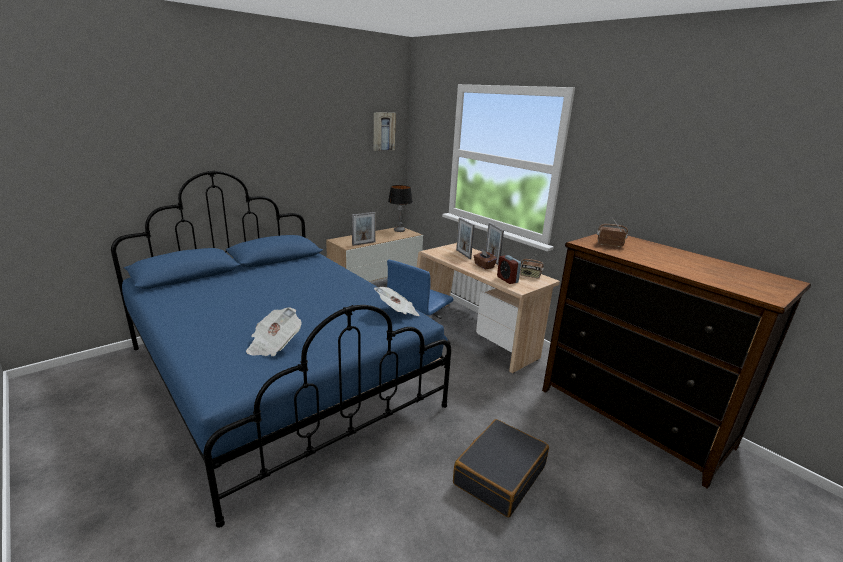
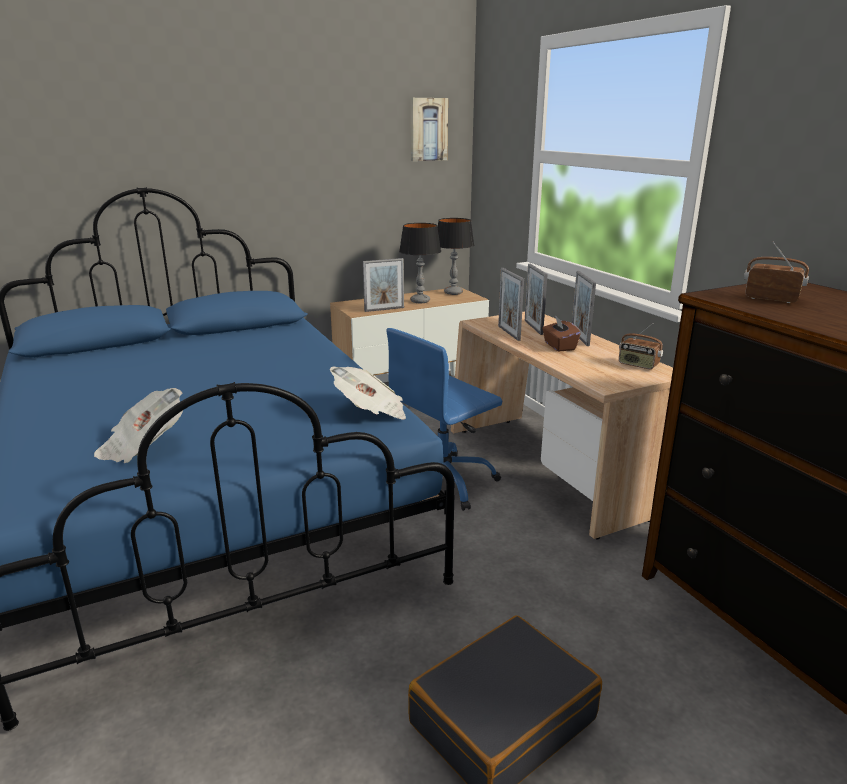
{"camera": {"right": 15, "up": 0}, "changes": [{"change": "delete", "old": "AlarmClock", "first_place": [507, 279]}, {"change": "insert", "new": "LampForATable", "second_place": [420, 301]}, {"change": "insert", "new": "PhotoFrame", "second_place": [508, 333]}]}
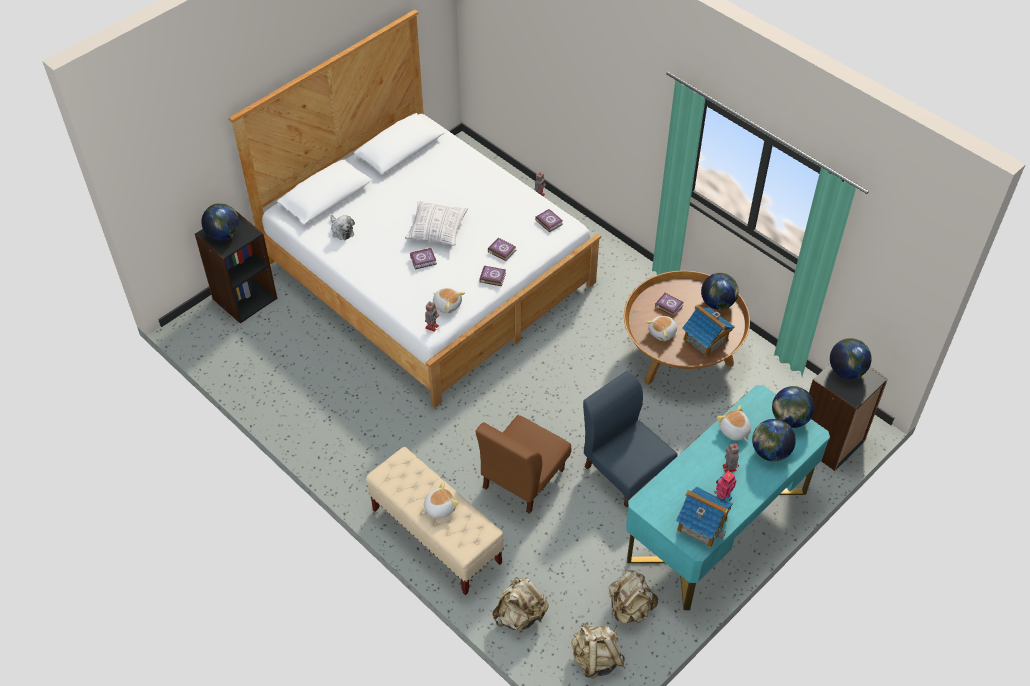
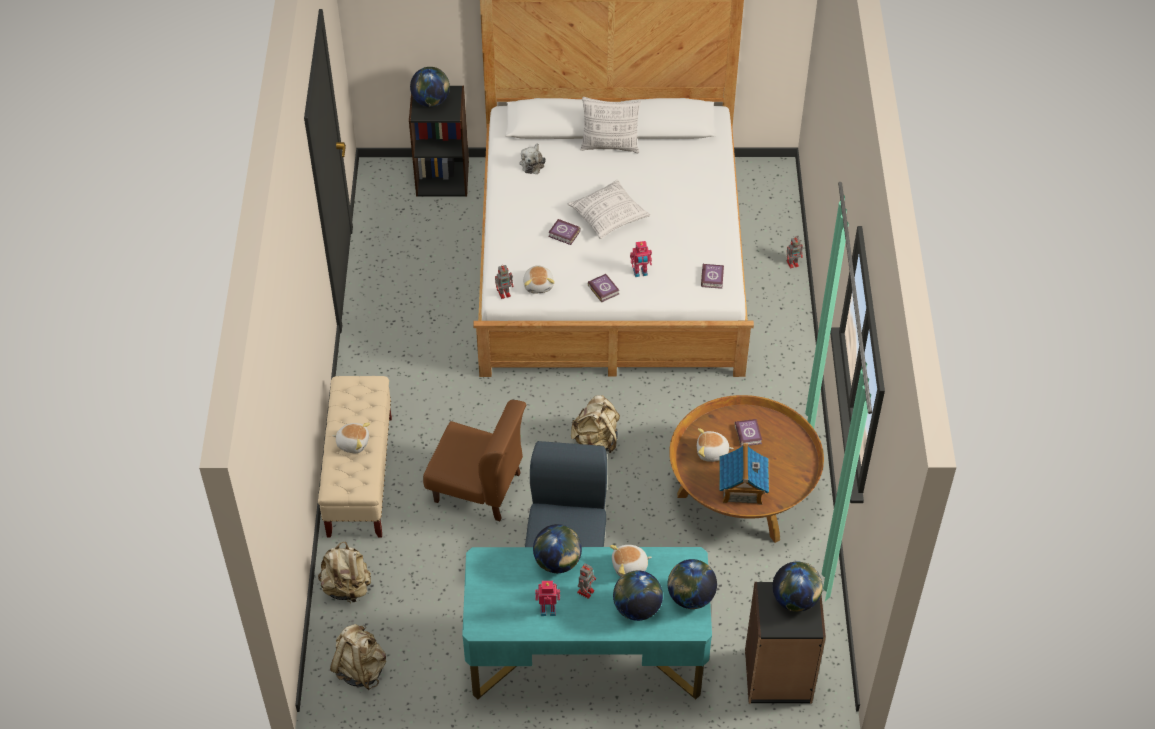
{"camera": {"right": 45, "up": 0}, "changes": [{"change": "replace", "old": "Volume", "new": "ToyRobot", "first_place": [501, 250], "second_place": [640, 273]}, {"change": "move", "old": "WorldGlobe", "first_place": [717, 303], "second_place": [557, 562]}, {"change": "rotate", "old": "CuddlyToy", "first_place": [734, 431], "second_place": [630, 567], "degrees": -120}, {"change": "rotate", "old": "BrownChair", "first_place": [522, 478], "second_place": [478, 488], "degrees": -150}, {"change": "delete", "old": "ModelHouse", "first_place": [701, 524]}, {"change": "move", "old": "SandColouredKnapsack", "first_place": [629, 608], "second_place": [596, 440]}, {"change": "insert", "new": "Cushion", "second_place": [610, 146]}]}
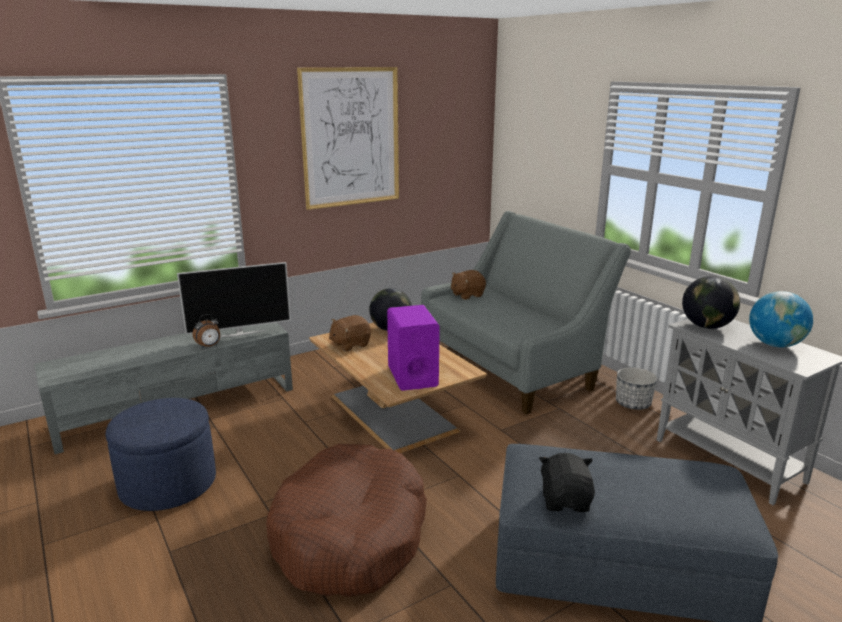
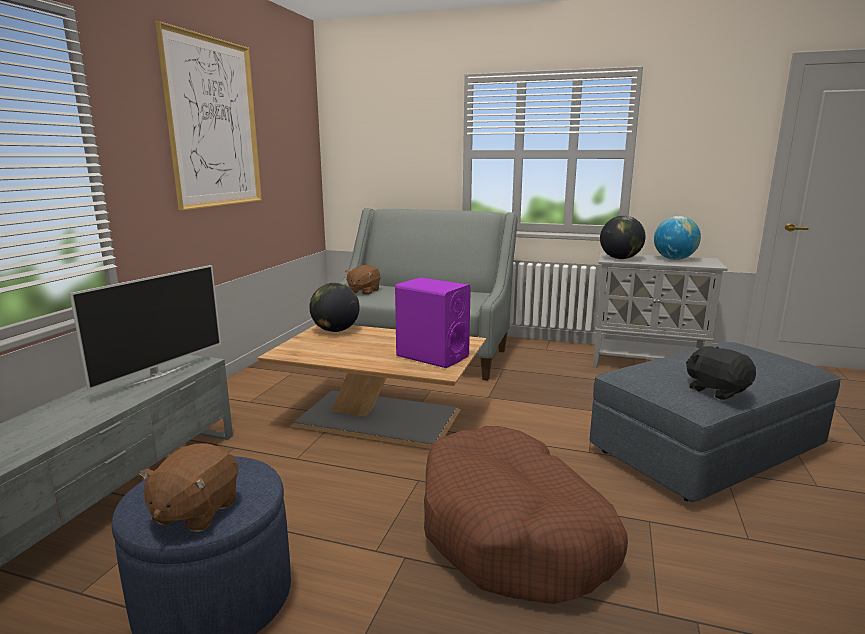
{"camera": {"right": -40, "up": -5}, "changes": [{"change": "delete", "old": "AlarmClock", "first_place": [209, 346]}, {"change": "move", "old": "BrownCuddlyToy", "first_place": [350, 345], "second_place": [195, 511]}, {"change": "delete", "old": "Planter", "first_place": [633, 404]}]}
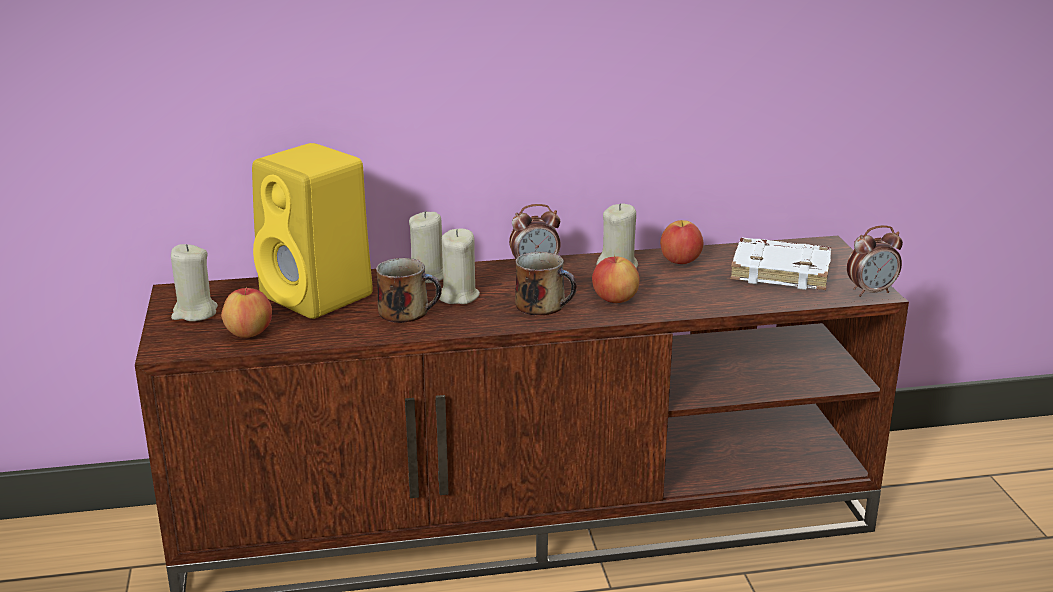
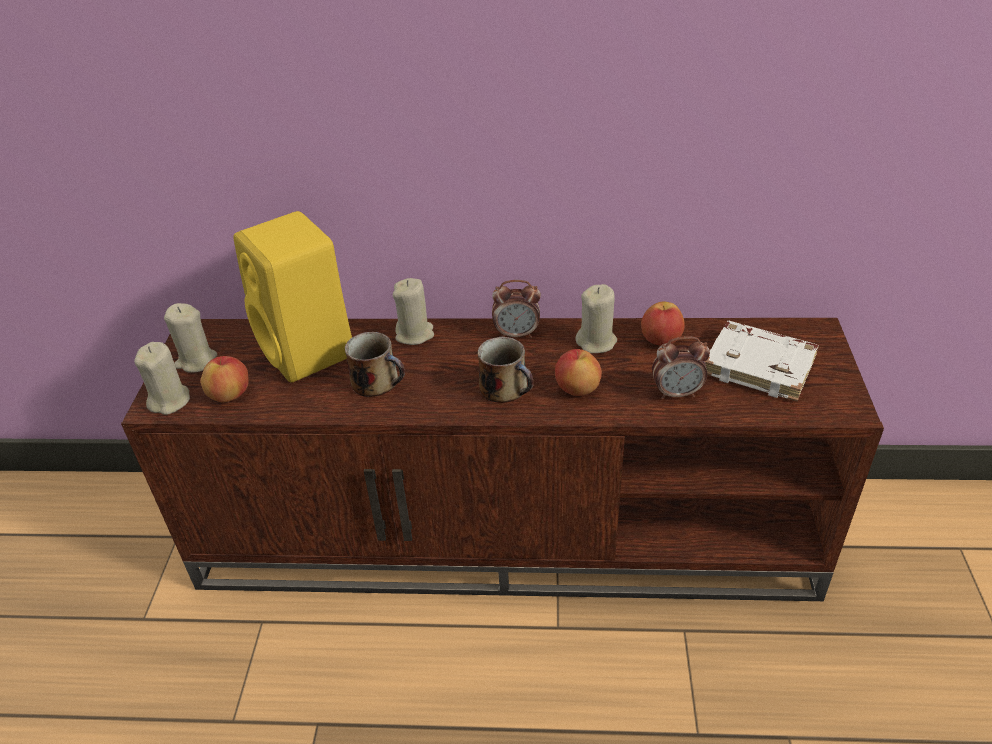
{"camera": {"right": 15, "up": 15}, "changes": [{"change": "move", "old": "AlarmClock", "first_place": [871, 292], "second_place": [677, 393]}, {"change": "move", "old": "SandColouredWaxCandle", "first_place": [458, 296], "second_place": [170, 401]}]}
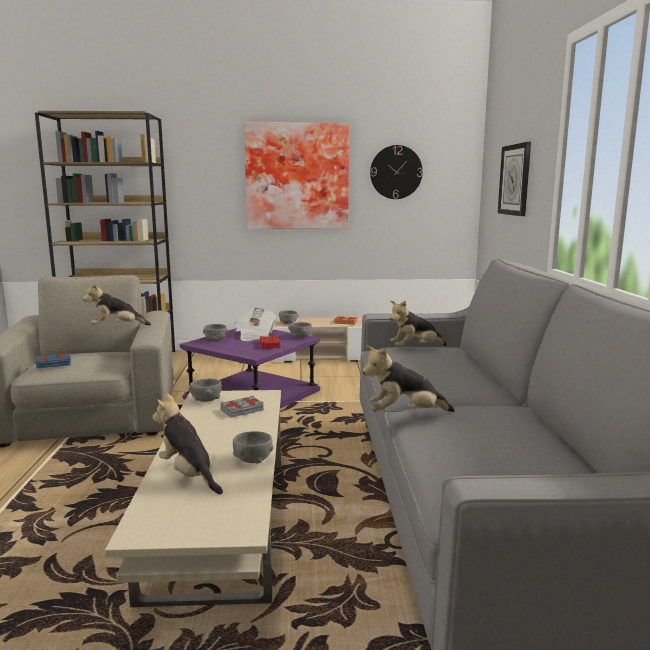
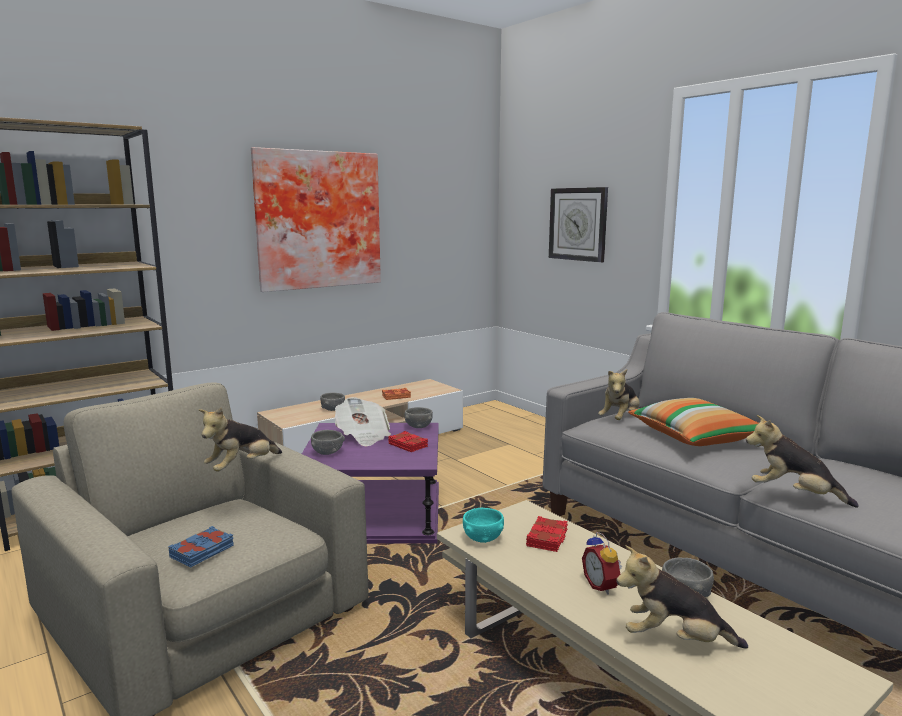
{"camera": {"right": -35, "up": 0}, "changes": [{"change": "delete", "old": "HangingClock", "first_place": [396, 172]}, {"change": "rotate", "old": "CuddlyToy", "first_place": [405, 415], "second_place": [794, 495], "degrees": 75}, {"change": "recolor", "old": "GreyServingBowl", "new": "BlueGreenServingBowl", "first_place": [206, 400], "second_place": [483, 538]}, {"change": "recolor", "old": "GreyVolume", "new": "RedColouredVolume", "first_place": [242, 410], "second_place": [547, 538]}, {"change": "insert", "new": "Cushion", "second_place": [695, 437]}, {"change": "insert", "new": "AlarmClock", "second_place": [602, 586]}]}
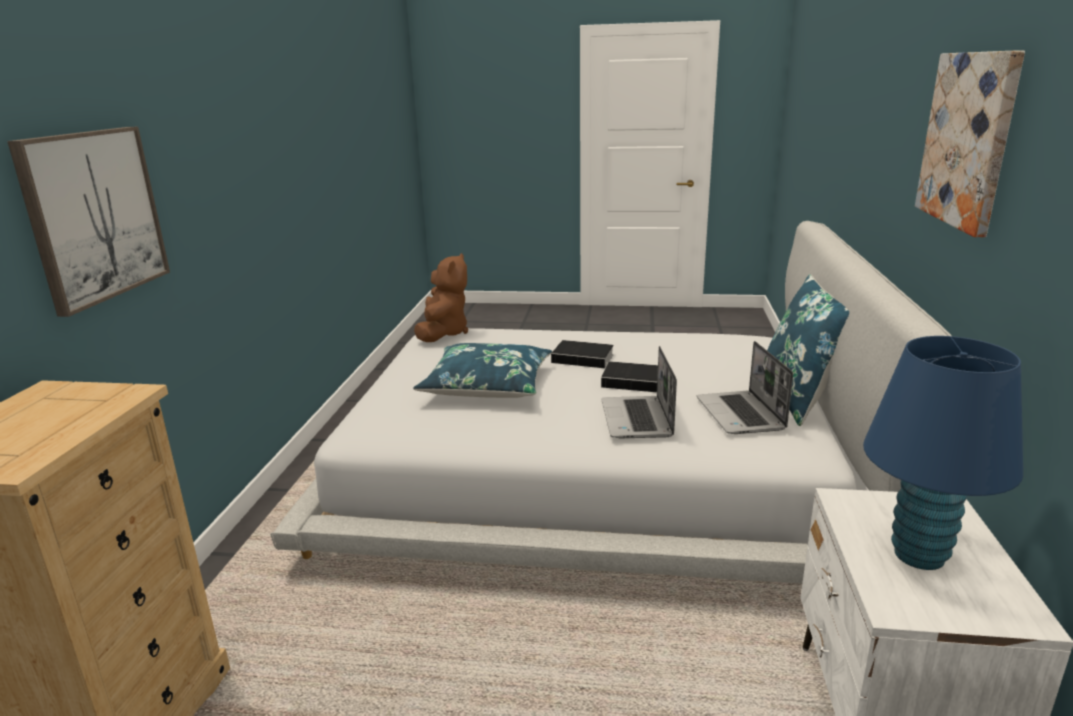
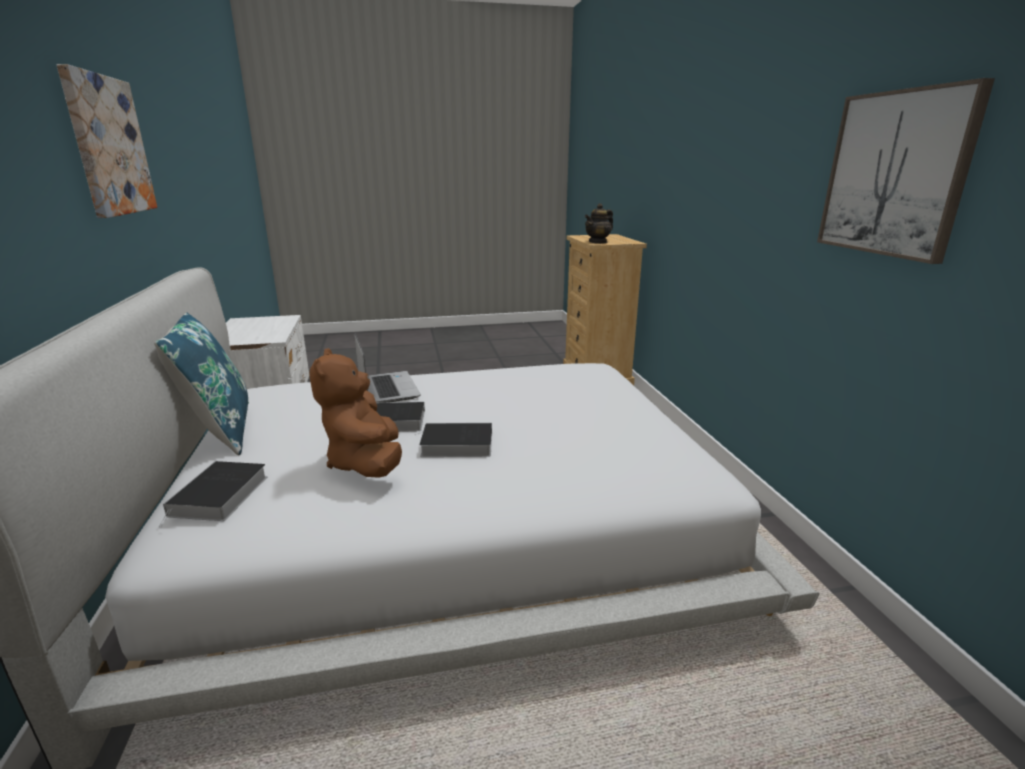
{"camera": {"right": 160, "up": 0}, "changes": [{"change": "move", "old": "WallArt", "first_place": [94, 215], "second_place": [895, 174]}, {"change": "move", "old": "BrownCuddlyToy", "first_place": [443, 333], "second_place": [366, 463]}, {"change": "delete", "old": "BlueLampForATable", "first_place": [919, 555]}, {"change": "delete", "old": "Laptop", "first_place": [741, 415]}, {"change": "delete", "old": "BlueCushion", "first_place": [487, 385]}, {"change": "insert", "new": "Teapot", "second_place": [598, 242]}, {"change": "insert", "new": "Volume", "second_place": [219, 497]}]}
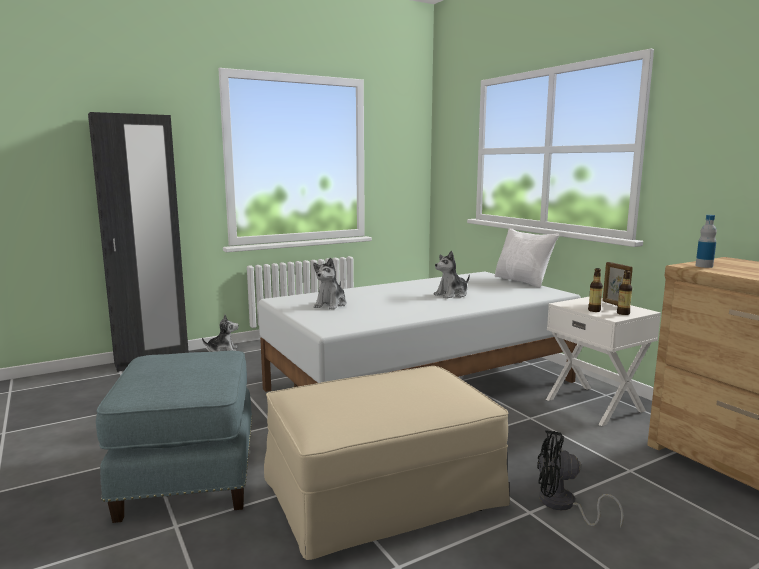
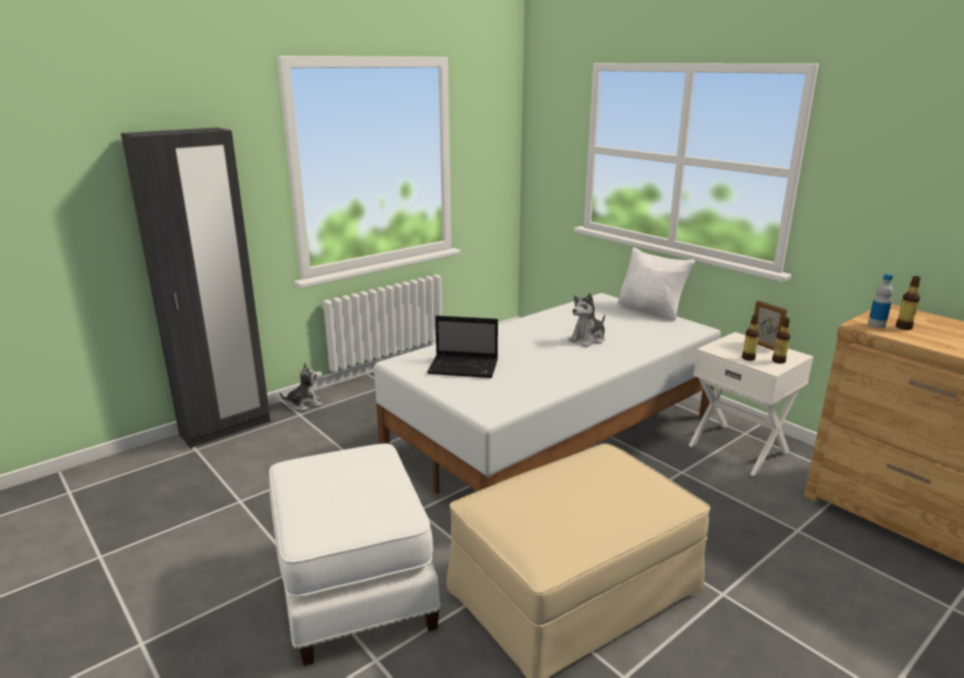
{"camera": {"right": -10, "up": 10}, "changes": [{"change": "replace", "old": "CuddlyToy", "new": "Laptop", "first_place": [331, 305], "second_place": [465, 367]}, {"change": "recolor", "old": "BlueFootrest", "new": "WhiteFootrest", "first_place": [187, 473], "second_place": [353, 588]}, {"change": "delete", "old": "BlackColouredElectricFan", "first_place": [563, 505]}, {"change": "insert", "new": "Bottle", "second_place": [903, 327]}]}
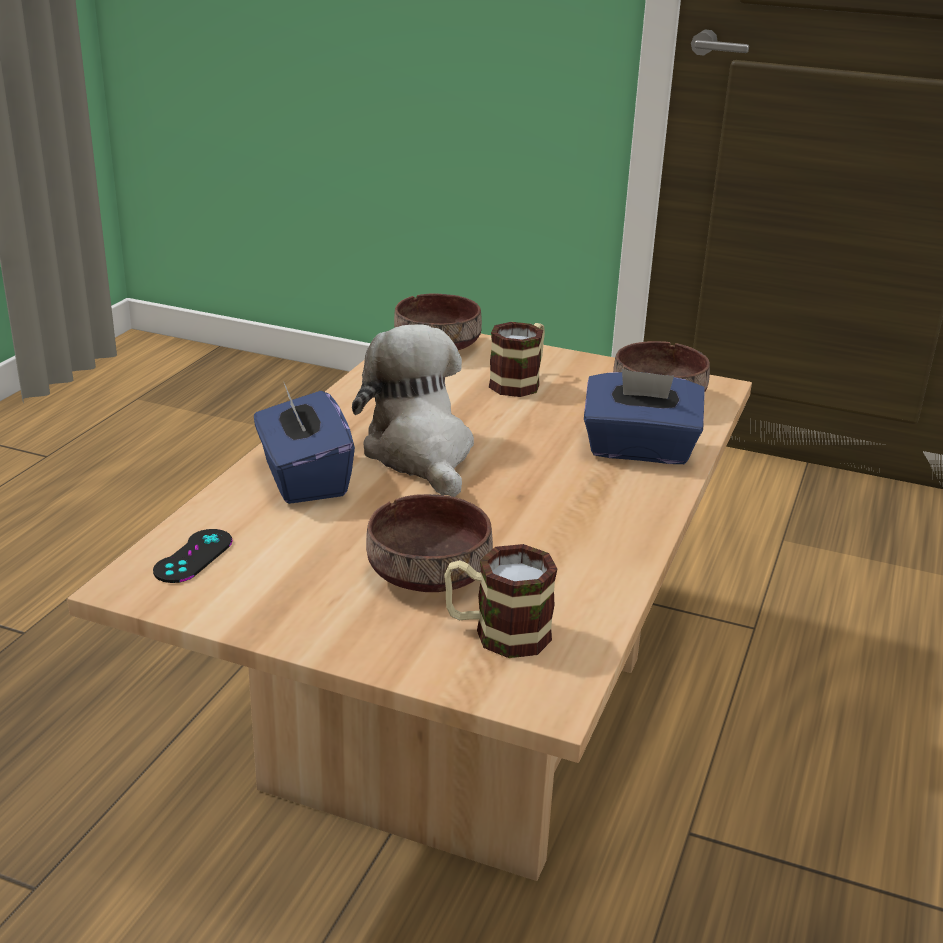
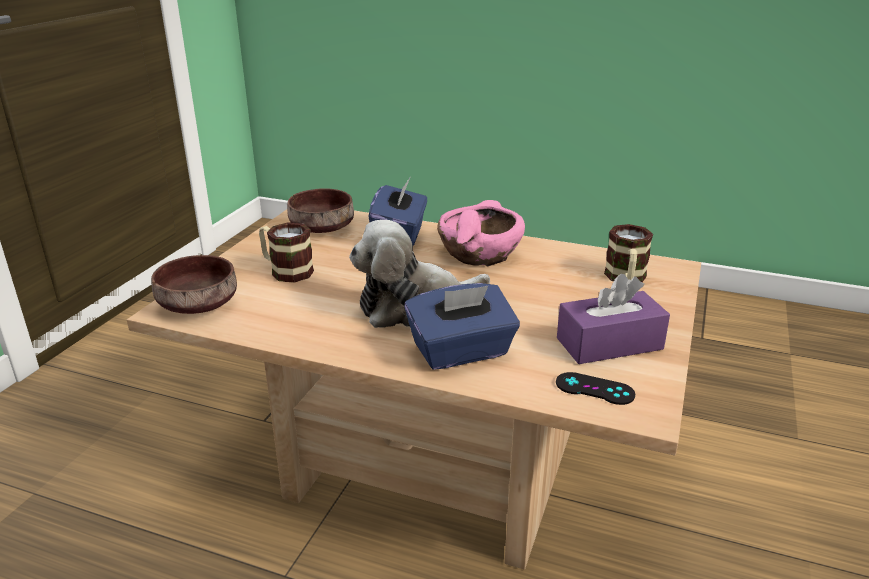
{"camera": {"right": -90, "up": 0}, "changes": [{"change": "delete", "old": "BrownServingBowl", "first_place": [429, 575]}, {"change": "insert", "new": "PinkServingBowl", "second_place": [478, 253]}, {"change": "insert", "new": "PurplishBoxOfTissues", "second_place": [609, 344]}]}
